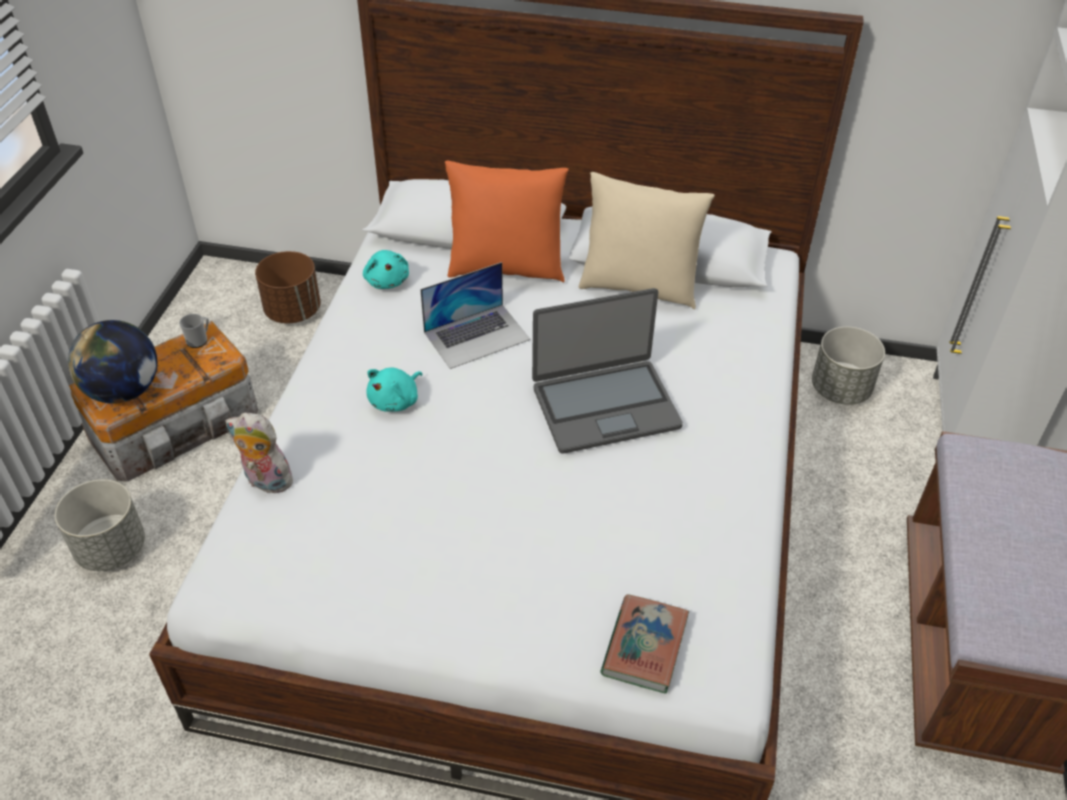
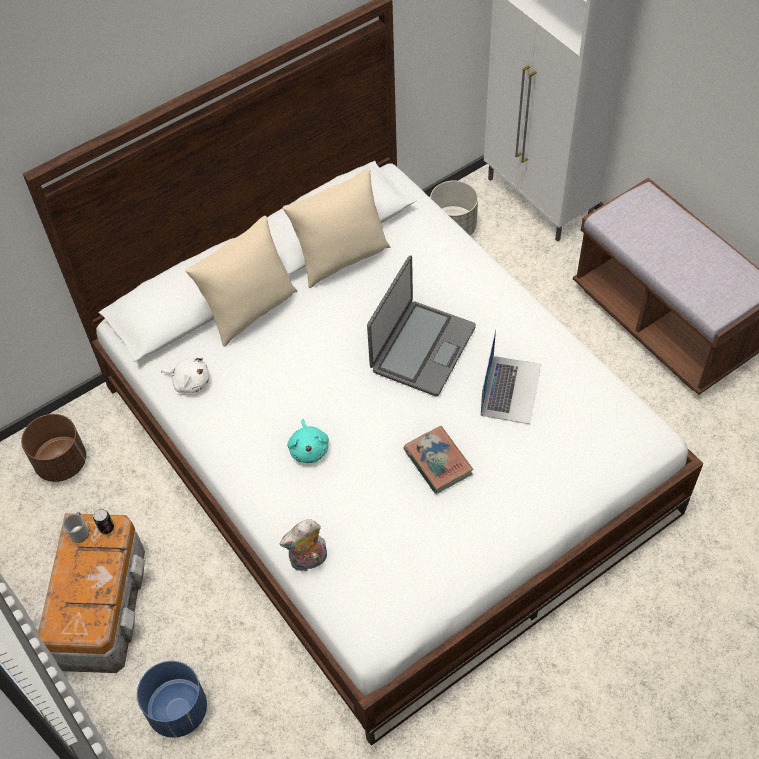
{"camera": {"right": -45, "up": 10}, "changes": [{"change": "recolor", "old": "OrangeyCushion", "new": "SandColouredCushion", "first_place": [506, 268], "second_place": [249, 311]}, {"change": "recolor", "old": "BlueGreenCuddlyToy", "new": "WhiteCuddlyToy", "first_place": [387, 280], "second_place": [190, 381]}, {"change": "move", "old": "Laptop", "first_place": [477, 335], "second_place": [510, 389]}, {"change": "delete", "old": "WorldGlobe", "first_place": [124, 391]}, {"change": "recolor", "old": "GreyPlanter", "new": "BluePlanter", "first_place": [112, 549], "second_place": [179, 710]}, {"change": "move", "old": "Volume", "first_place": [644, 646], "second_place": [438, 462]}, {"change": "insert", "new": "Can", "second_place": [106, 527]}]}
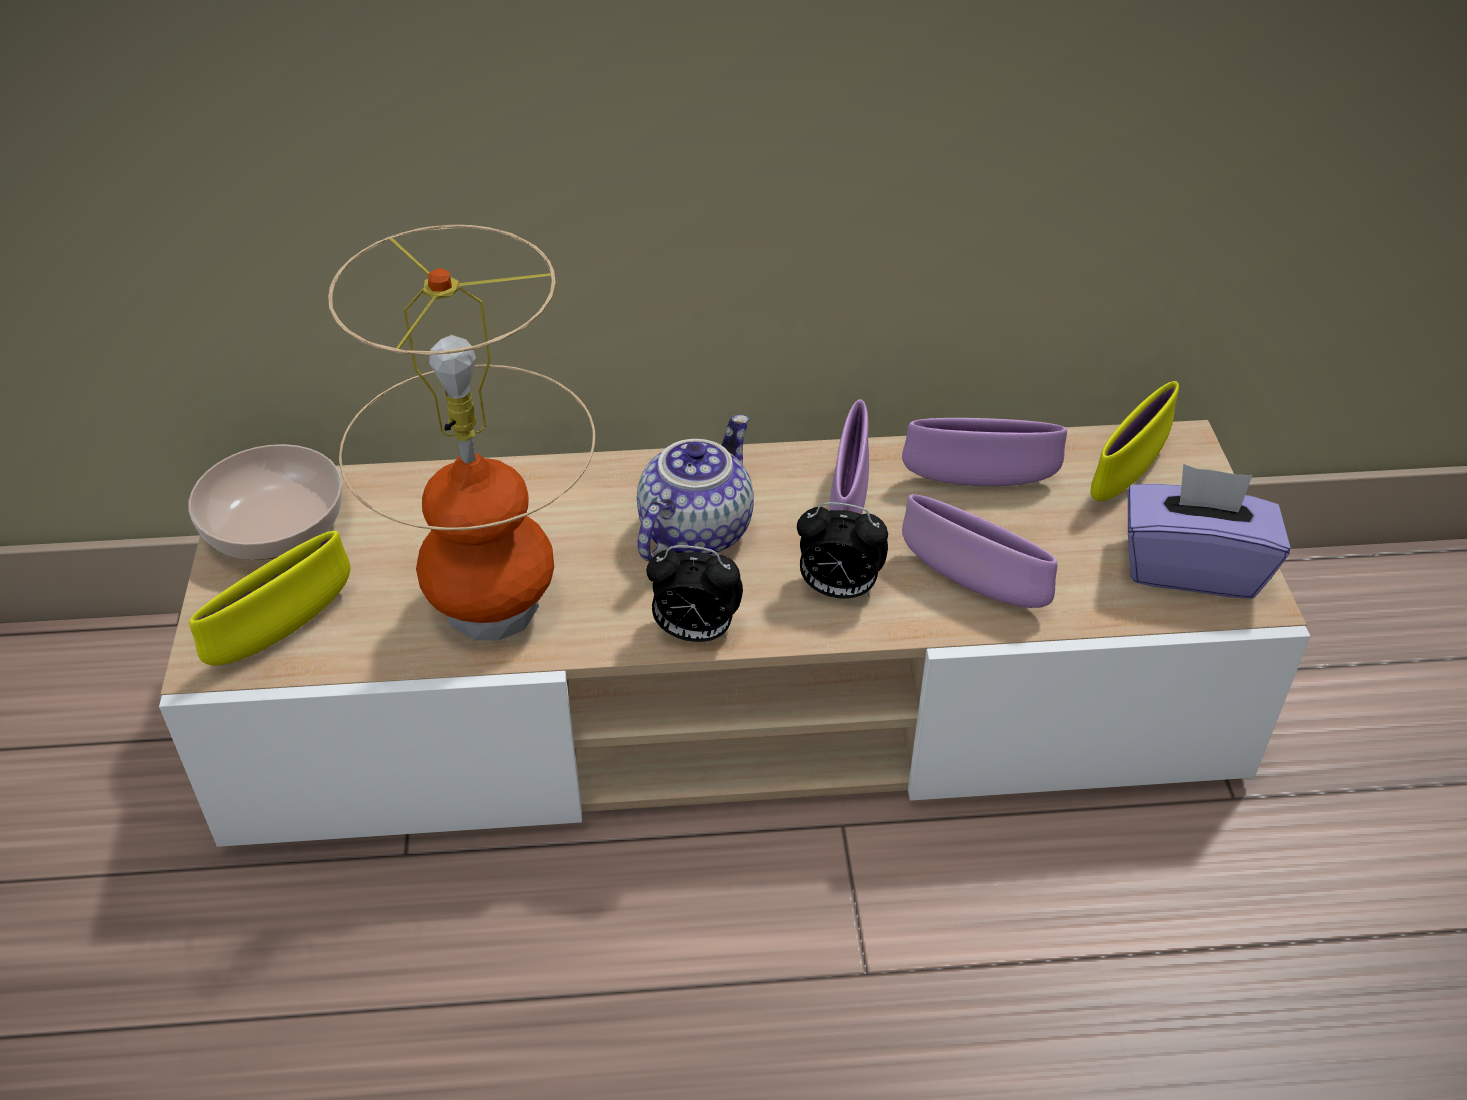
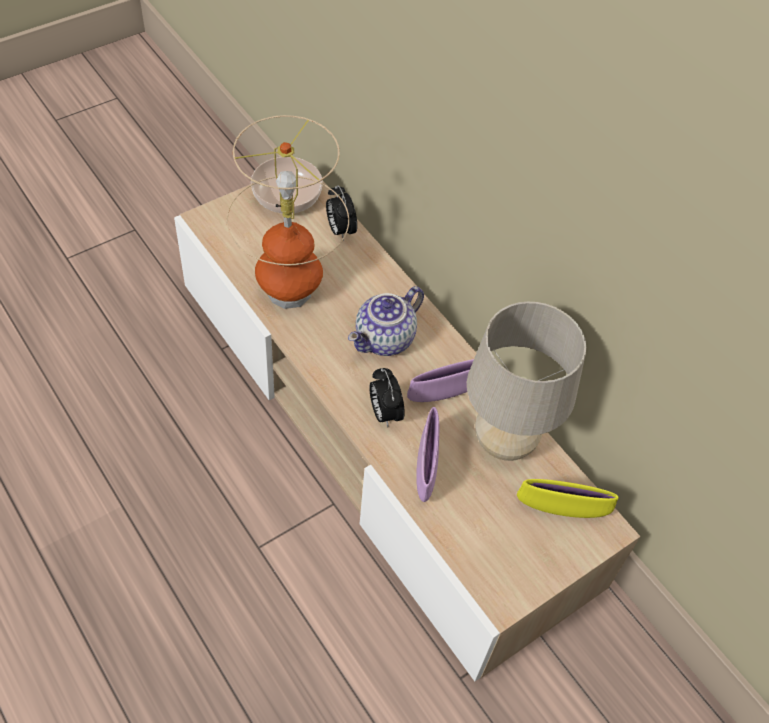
{"camera": {"right": 55, "up": 10}, "changes": [{"change": "rotate", "old": "Teapot", "first_place": [694, 530], "second_place": [385, 340], "degrees": 135}, {"change": "replace", "old": "PurplishServingBowl", "new": "SandColouredLampForATable", "first_place": [979, 481], "second_place": [504, 442]}, {"change": "delete", "old": "PurplishBoxOfTissues", "first_place": [1191, 566]}, {"change": "delete", "old": "YellowColouredServingBowl", "first_place": [283, 630]}, {"change": "move", "old": "AlarmClock", "first_place": [694, 632], "second_place": [340, 230]}]}
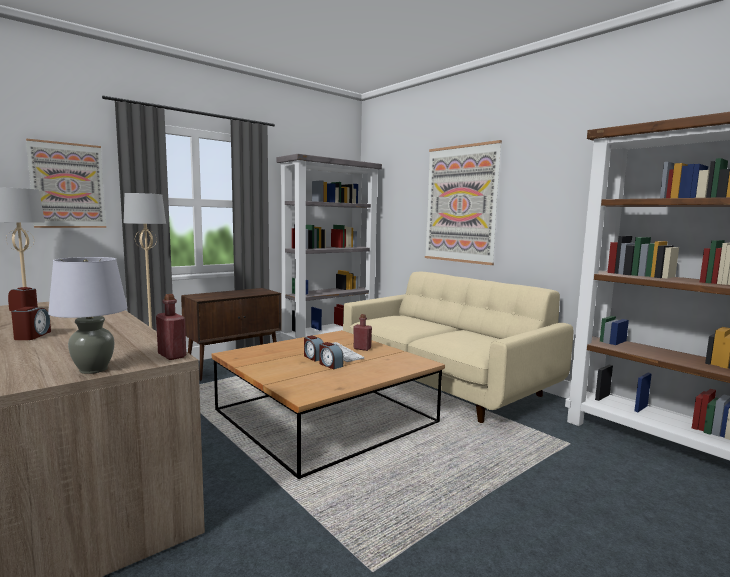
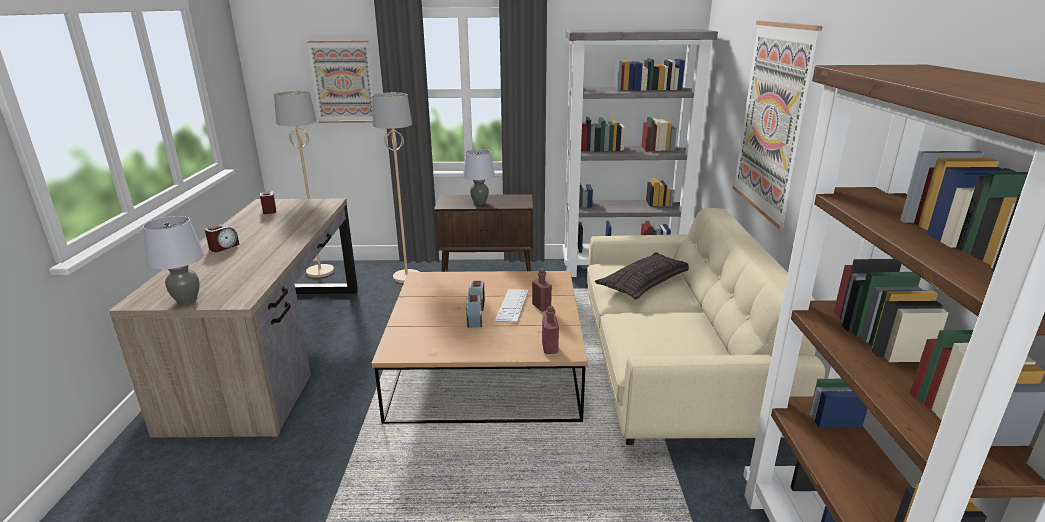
{"camera": {"right": 40, "up": 15}, "changes": [{"change": "move", "old": "RedColouredBottle", "first_place": [172, 355], "second_place": [550, 348]}, {"change": "insert", "new": "GreyLampForATable", "second_place": [480, 203]}, {"change": "insert", "new": "Cushion", "second_place": [646, 282]}]}
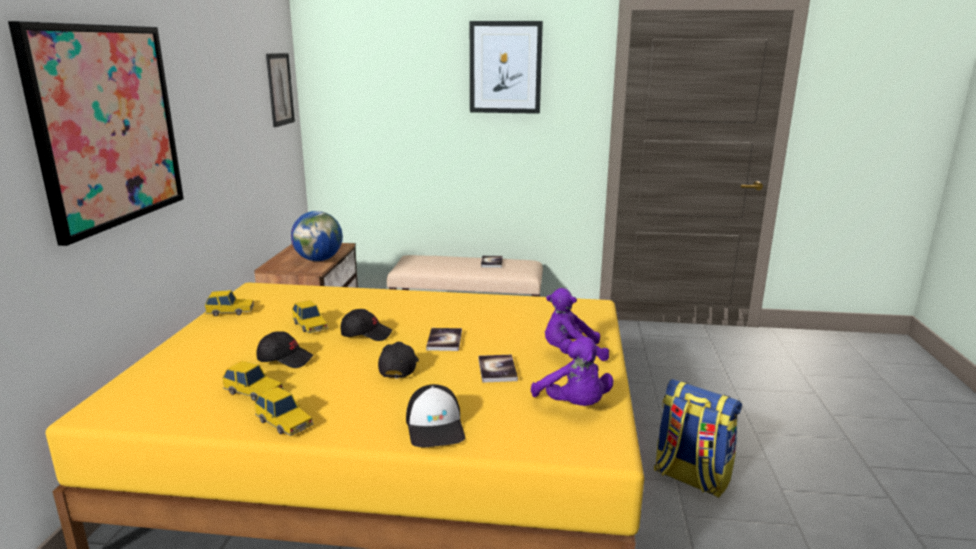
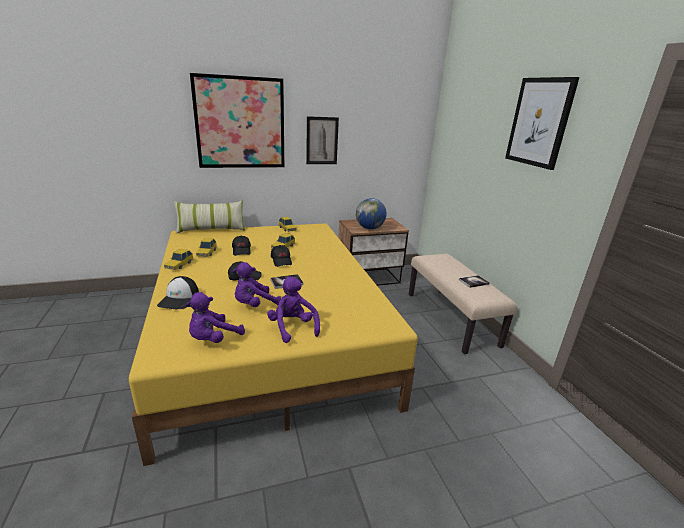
{"camera": {"right": 65, "up": 5}, "changes": [{"change": "move", "old": "WallArt", "first_place": [280, 89], "second_place": [322, 141]}, {"change": "replace", "old": "Volume", "new": "PurplishCuddlyToy", "first_place": [497, 369], "second_place": [254, 305]}, {"change": "delete", "old": "Knapsack", "first_place": [690, 478]}, {"change": "rotate", "old": "PeakedCap", "first_place": [436, 427], "second_place": [179, 299], "degrees": -45}, {"change": "insert", "new": "Cushion", "second_place": [211, 229]}]}
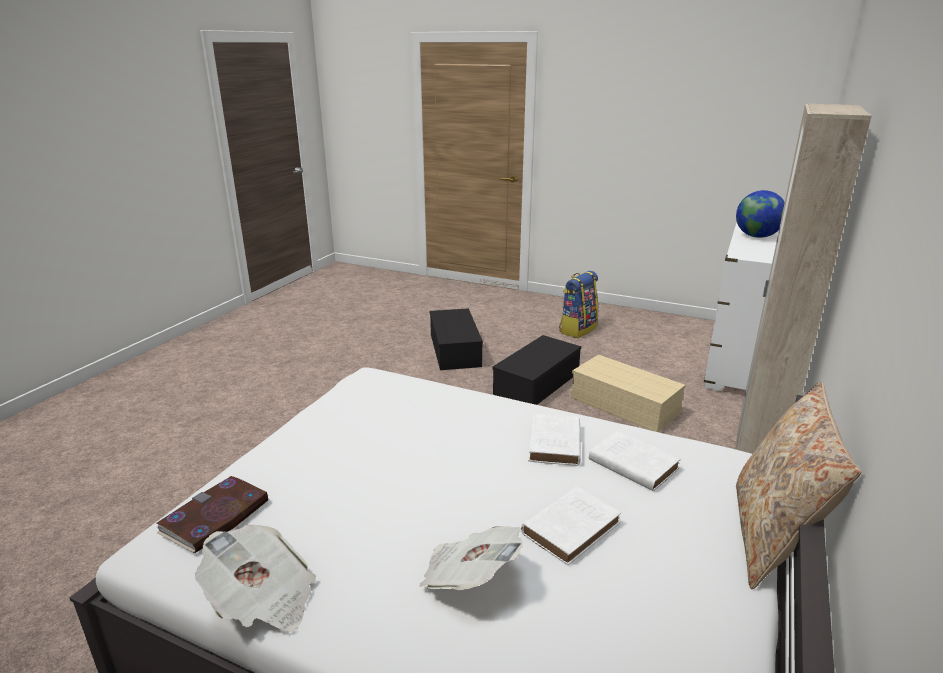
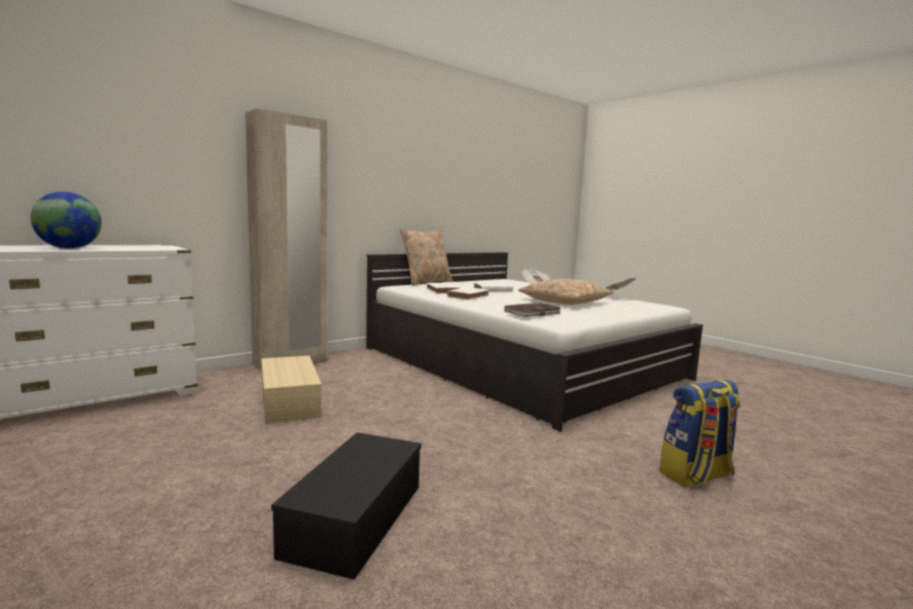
{"camera": {"right": -155, "up": -15}, "changes": [{"change": "move", "old": "Knapsack", "first_place": [577, 329], "second_place": [696, 476]}, {"change": "delete", "old": "BlackColouredStorageContainer", "first_place": [537, 384]}, {"change": "move", "old": "Volume", "first_place": [215, 517], "second_place": [532, 312]}, {"change": "insert", "new": "SandColouredCushion", "second_place": [564, 302]}]}
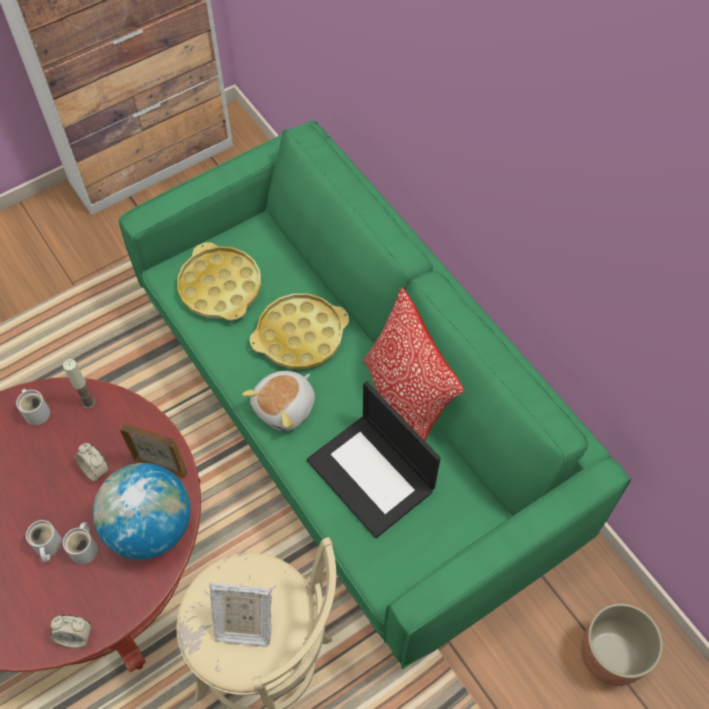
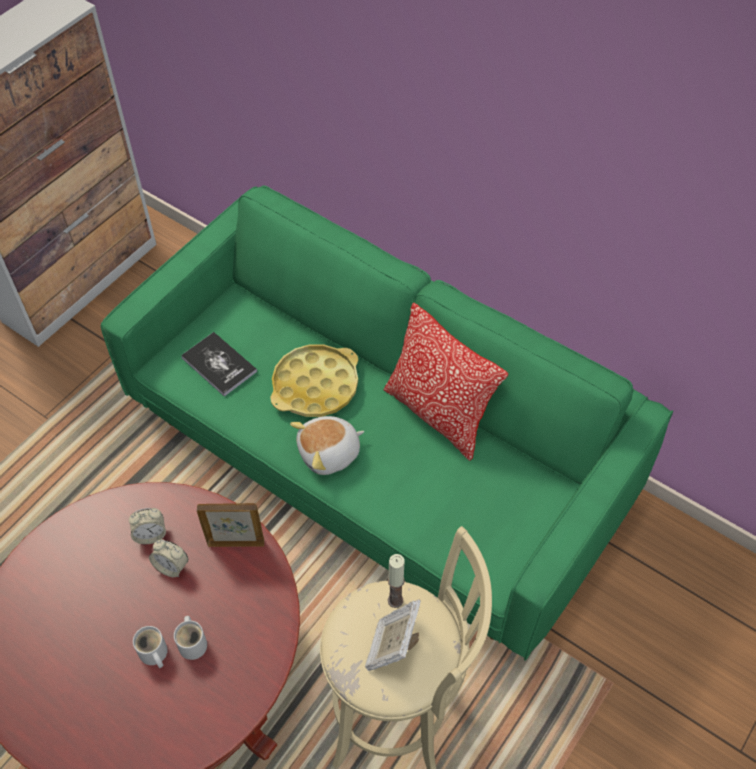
{"camera": {"right": -20, "up": -5}, "changes": [{"change": "replace", "old": "YellowColouredTray", "new": "Volume", "first_place": [220, 287], "second_place": [219, 365]}, {"change": "move", "old": "WaxCandle", "first_place": [89, 403], "second_place": [395, 600]}, {"change": "rotate", "old": "CuddlyToy", "first_place": [285, 407], "second_place": [329, 453], "degrees": 45}, {"change": "delete", "old": "Laptop", "first_place": [372, 475]}, {"change": "delete", "old": "WhiteTeaMug", "first_place": [37, 411]}, {"change": "delete", "old": "WorldGlobe", "first_place": [150, 527]}, {"change": "rotate", "old": "PhotoFrame", "first_place": [243, 624], "second_place": [392, 648], "degrees": 120}, {"change": "delete", "old": "Planter", "first_place": [610, 655]}, {"change": "move", "old": "AlarmClock", "first_place": [76, 636], "second_place": [150, 535]}]}
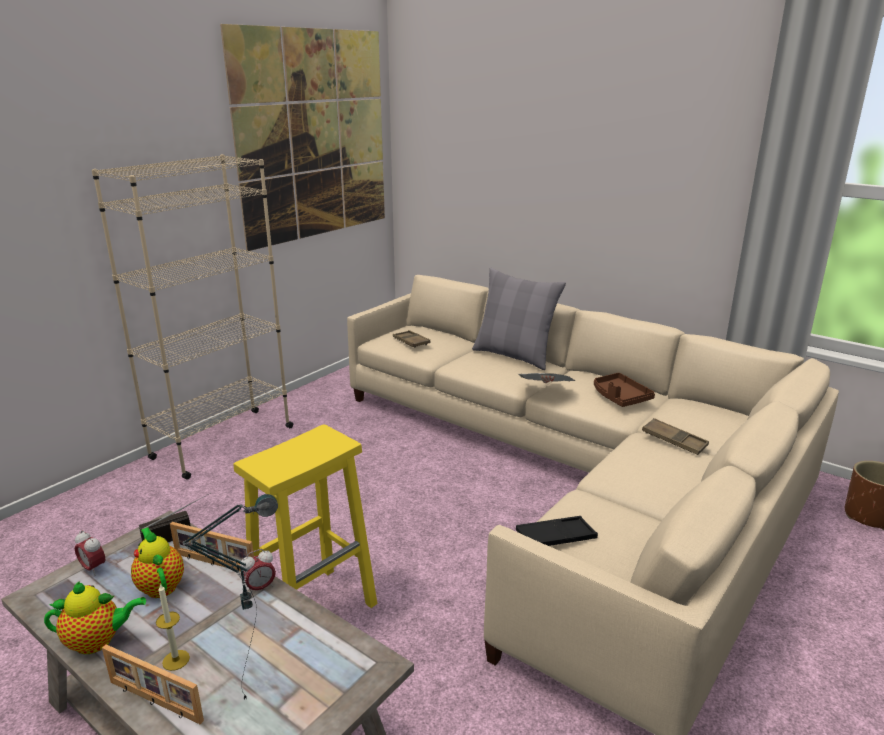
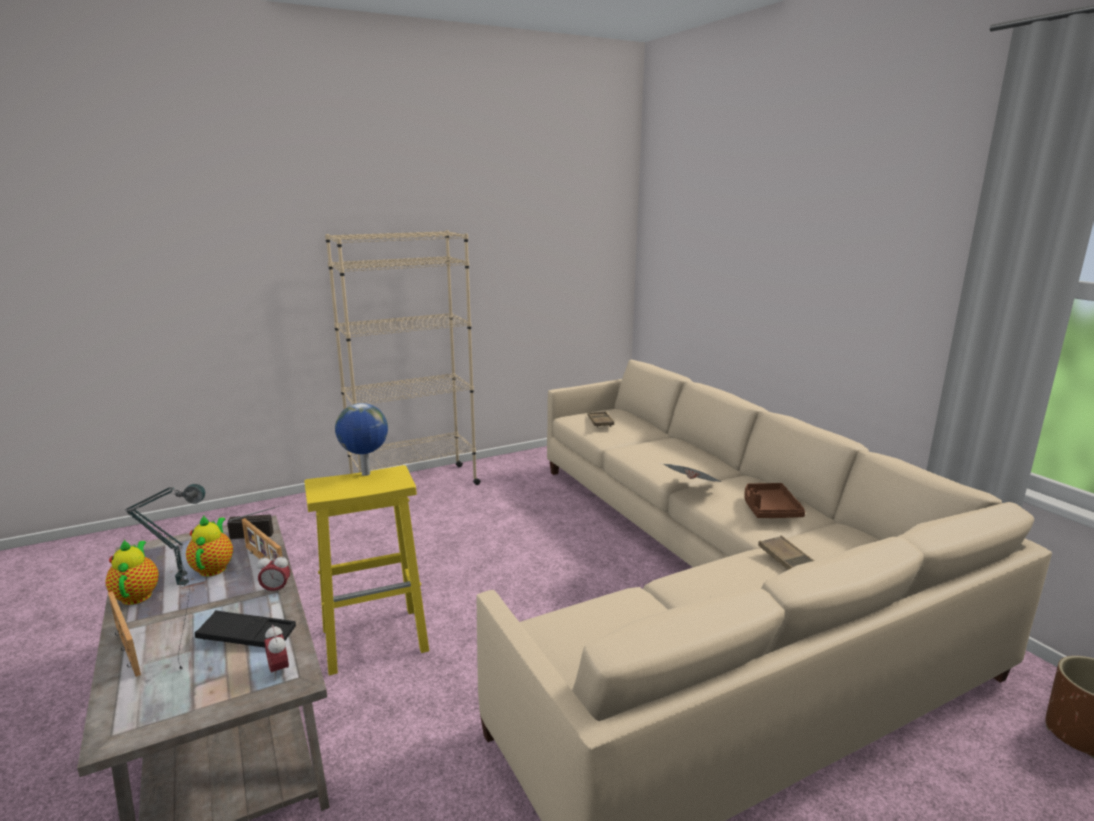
{"camera": {"right": 25, "up": -5}, "changes": [{"change": "delete", "old": "WallArt", "first_place": [314, 136]}, {"change": "delete", "old": "GreyCushion", "first_place": [514, 356]}, {"change": "move", "old": "BlackColouredTray", "first_place": [556, 537], "second_place": [247, 636]}, {"change": "move", "old": "AlarmClock", "first_place": [93, 568], "second_place": [279, 670]}, {"change": "rotate", "old": "Teapot", "first_place": [98, 641], "second_place": [137, 594], "degrees": -120}, {"change": "delete", "old": "WaxCandle", "first_place": [176, 660]}, {"change": "insert", "new": "WorldGlobe", "second_place": [365, 474]}]}
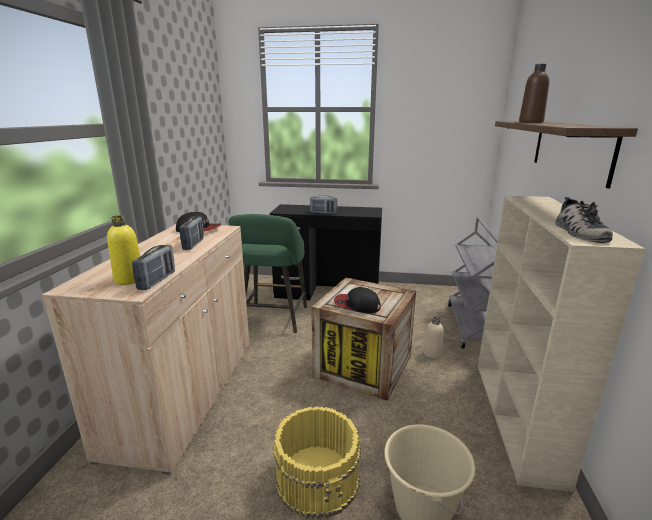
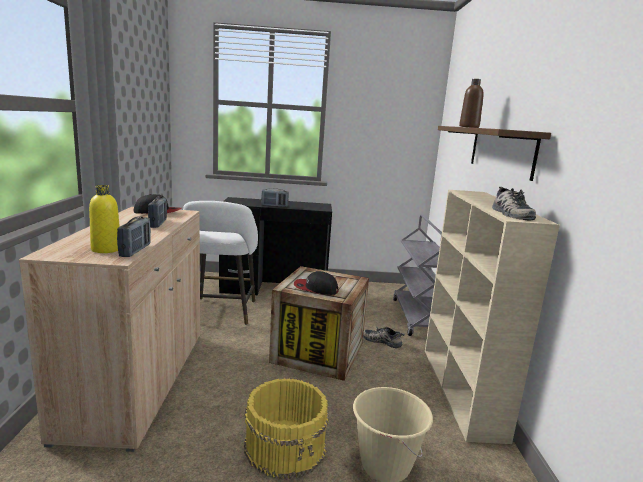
{"camera": {"right": -10, "up": -5}, "changes": [{"change": "recolor", "old": "GreenColouredStoolSeat", "new": "WhiteStoolSeat", "first_place": [273, 320], "second_place": [221, 313]}, {"change": "replace", "old": "SandColouredBottle", "new": "ItemOfFootwear", "first_place": [432, 354], "second_place": [382, 341]}]}
